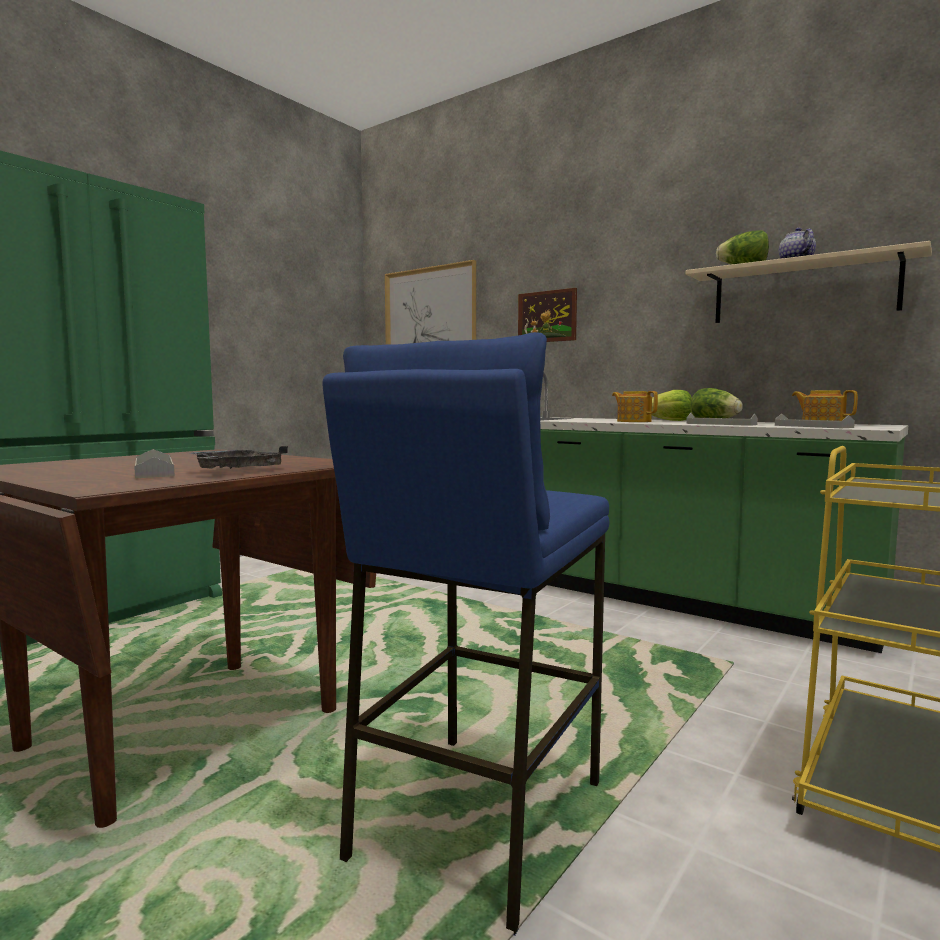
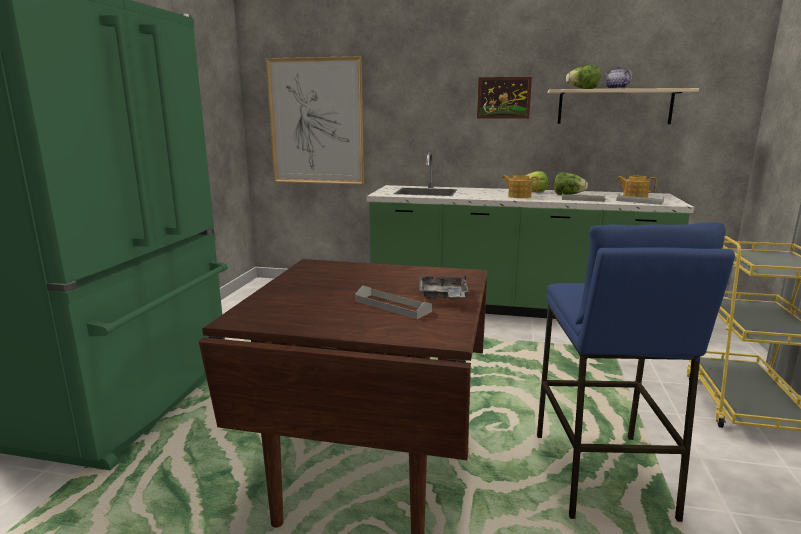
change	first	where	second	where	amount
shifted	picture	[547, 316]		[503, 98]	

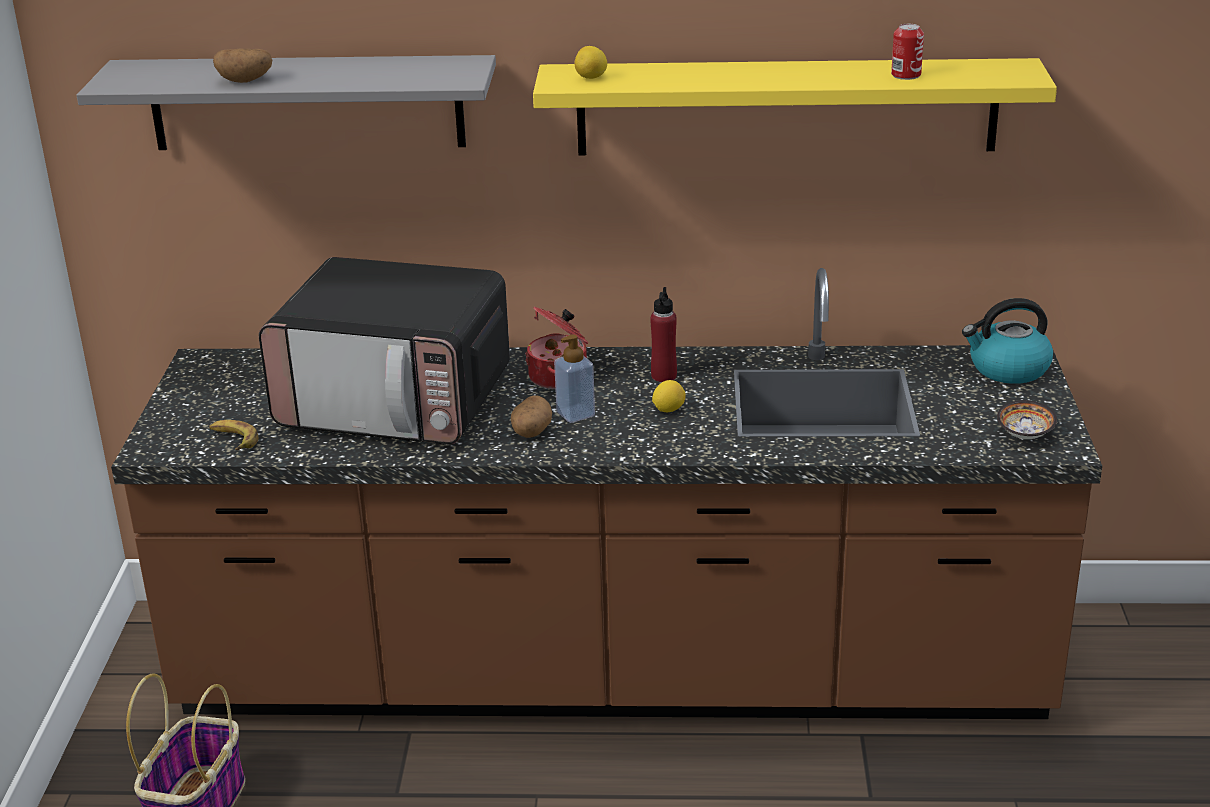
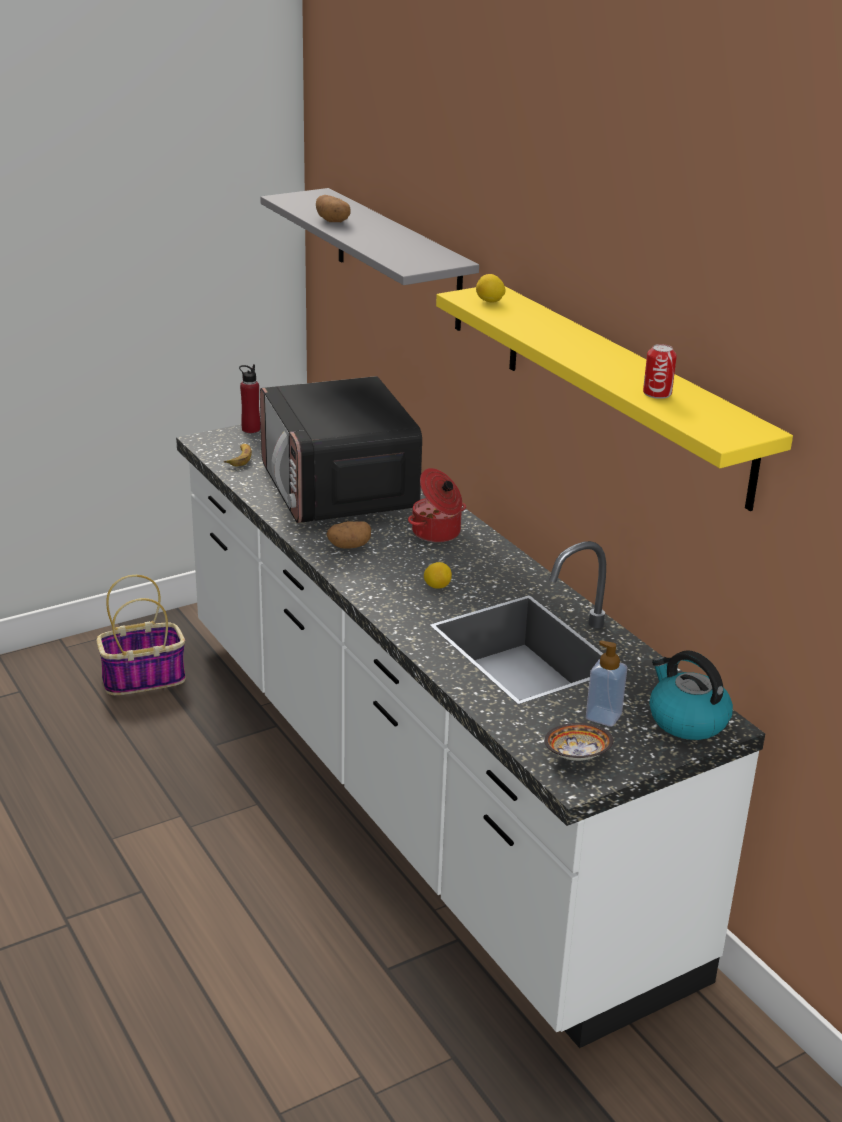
change	first	where	second	where	amount
repainted	brown counter	[612, 674]	white counter	[413, 787]	
shifted	red bottle	[663, 376]		[251, 429]	
shifted	soap dispenser	[575, 414]		[603, 716]	

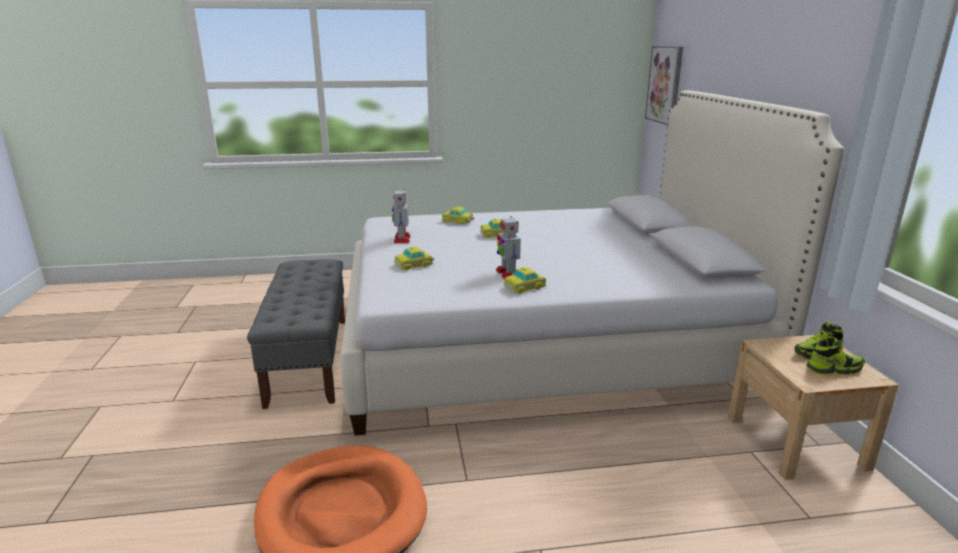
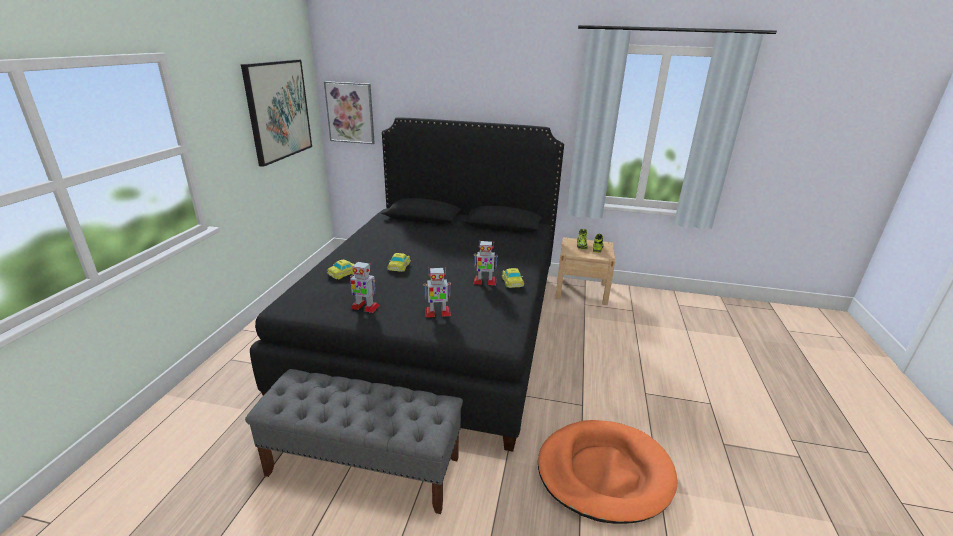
change	first	where	second	where	amount
repainted	white bed	[542, 342]	black bed	[436, 327]	
swapped	toy car	[414, 264]	toy robot	[437, 312]	
new			picture	[278, 110]	

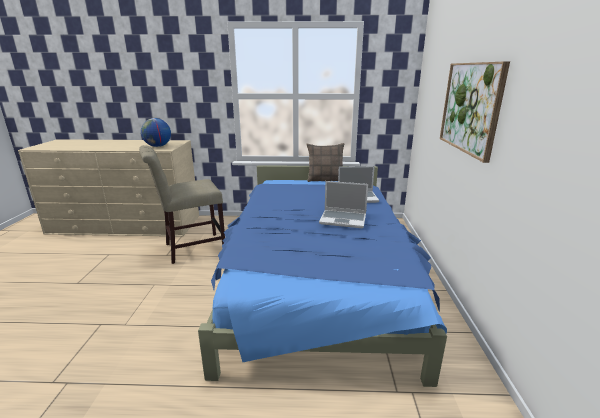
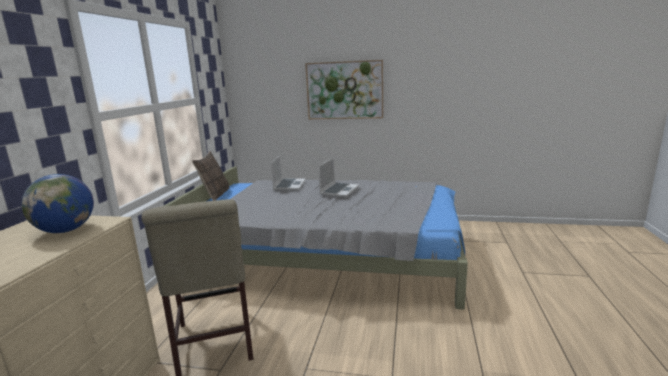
change	first	where	second	where	amount
repainted	blue bed	[317, 277]	grey bed	[328, 258]	

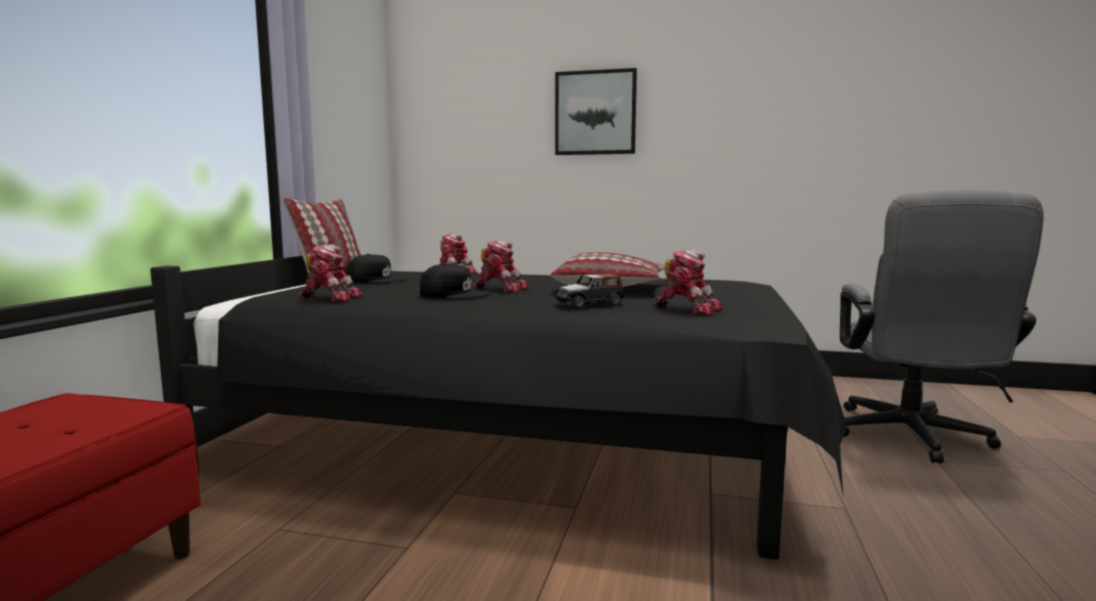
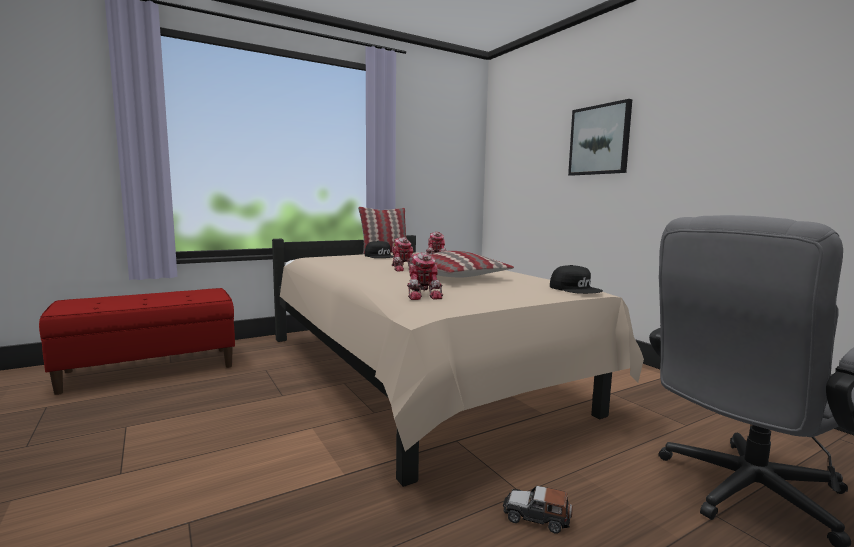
change	first	where	second	where	amount
gone	toy robot	[330, 297]			
repainted	black bed	[517, 448]	beige bed	[415, 375]	
shifted	black cap	[454, 294]		[575, 288]	
shifted	toy car	[589, 304]		[536, 517]	

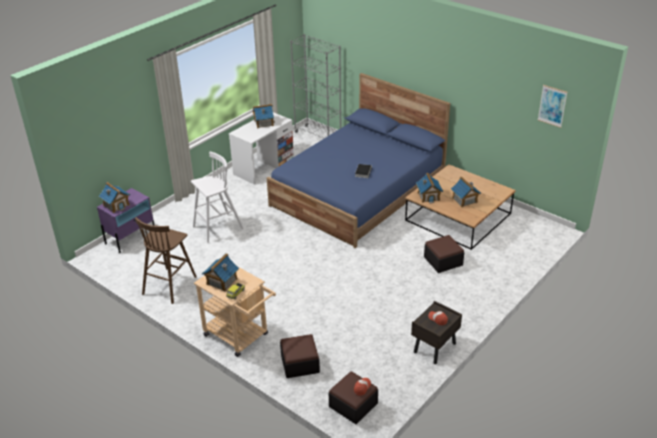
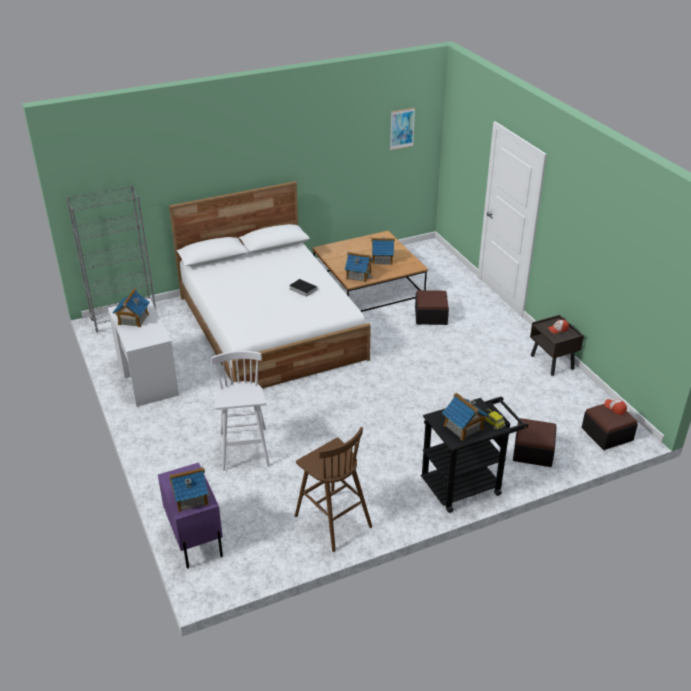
change	first	where	second	where	amount
repainted	blue bed	[358, 192]	white bed	[270, 327]	
repainted	beige cart	[240, 337]	black cart	[467, 484]	

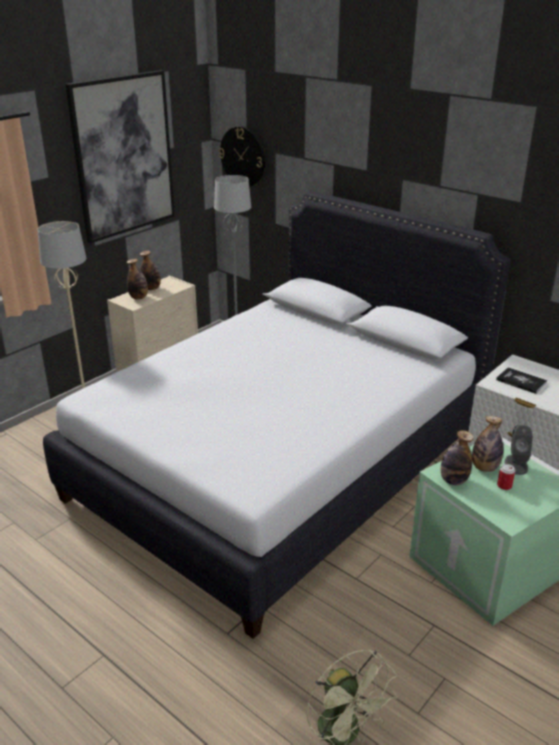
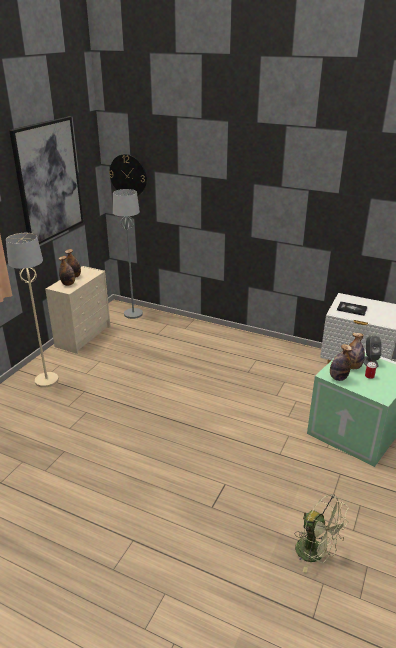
change	first	where	second	where	amount
gone	white bed	[279, 465]			

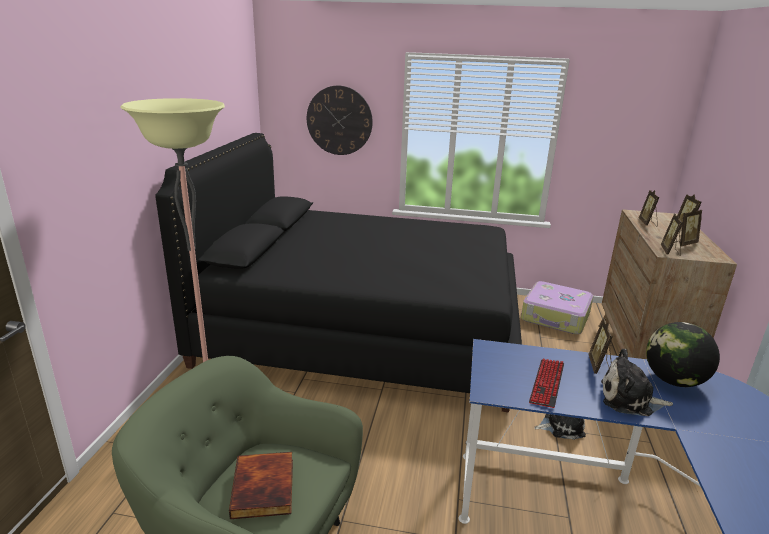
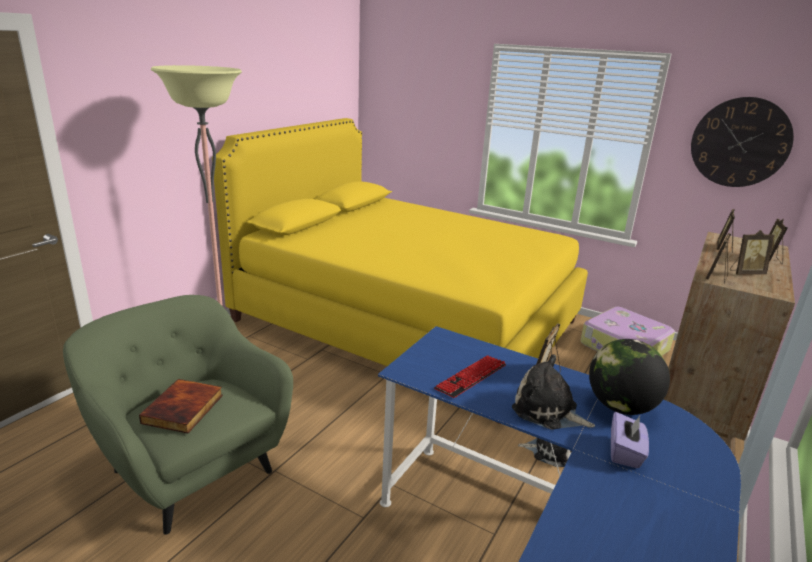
change	first	where	second	where	amount
shifted	wall clock	[339, 120]		[740, 142]	
repainted	black bed	[364, 330]	yellow bed	[407, 321]	
new			purple tissue box	[625, 452]	

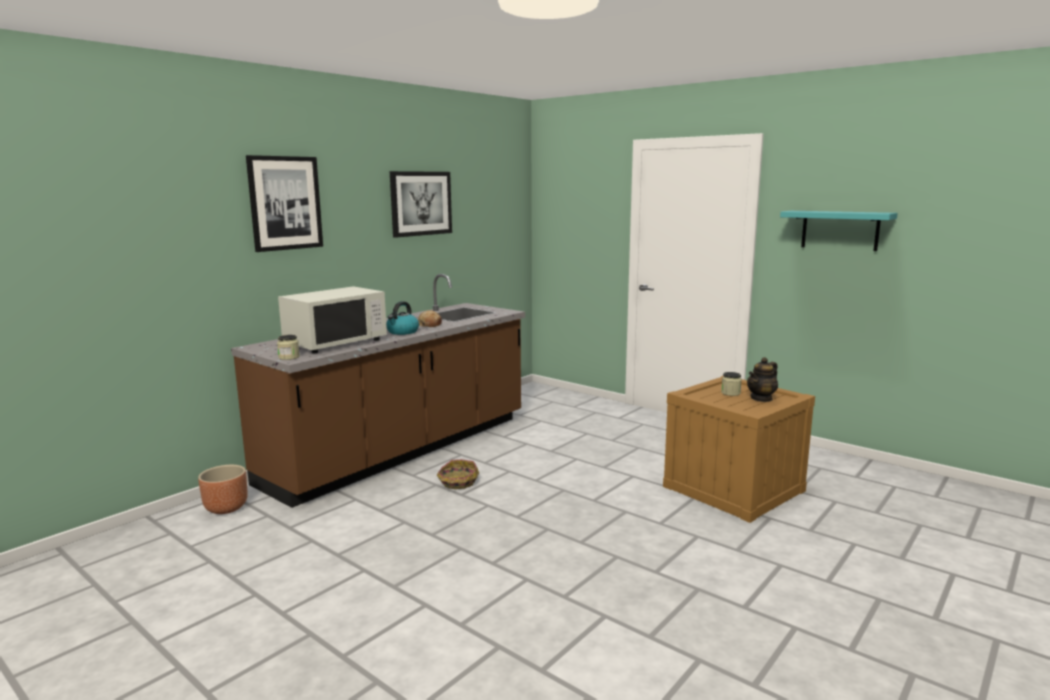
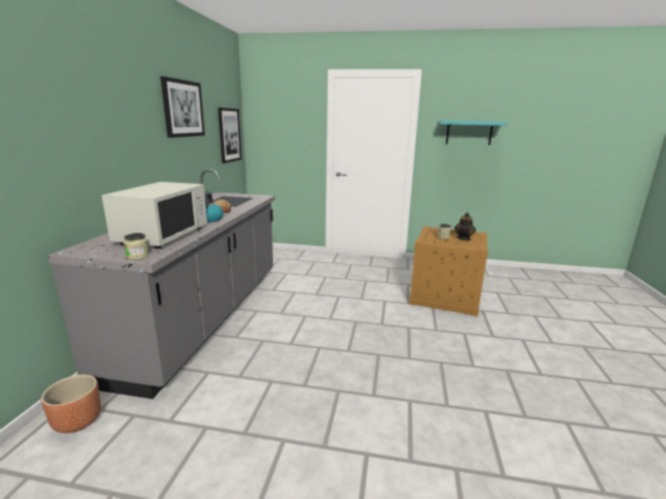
change	first	where	second	where	amount
shifted	picture	[285, 203]		[229, 135]	
repainted	brown counter	[401, 450]	grey counter	[205, 317]	
gone	basket	[458, 482]			

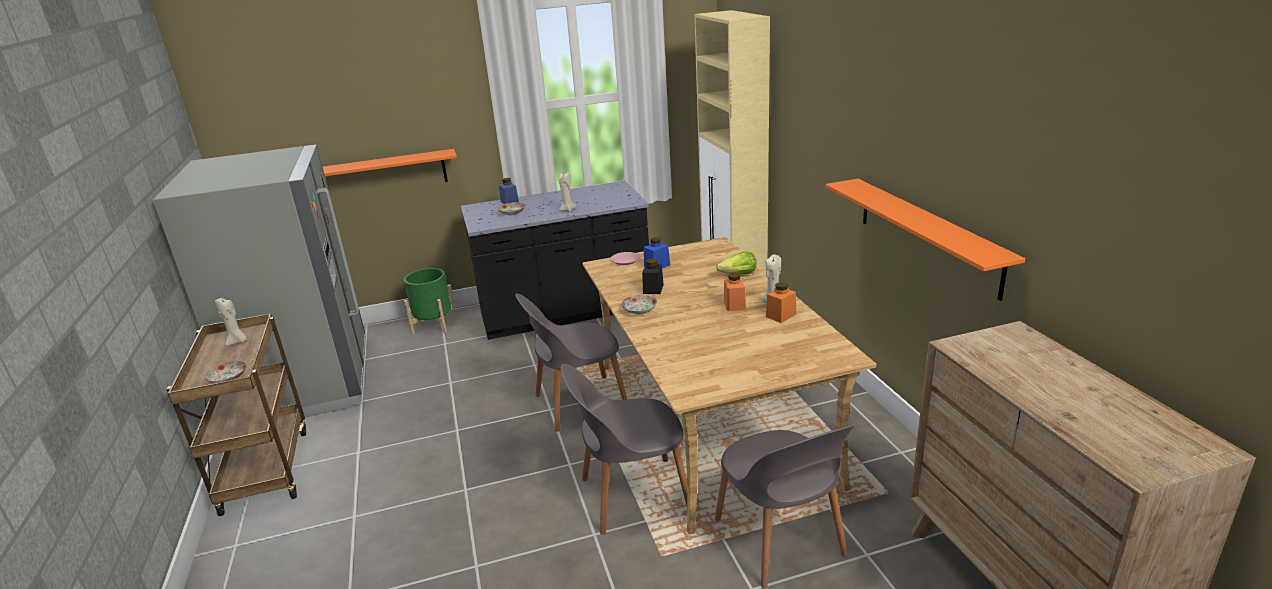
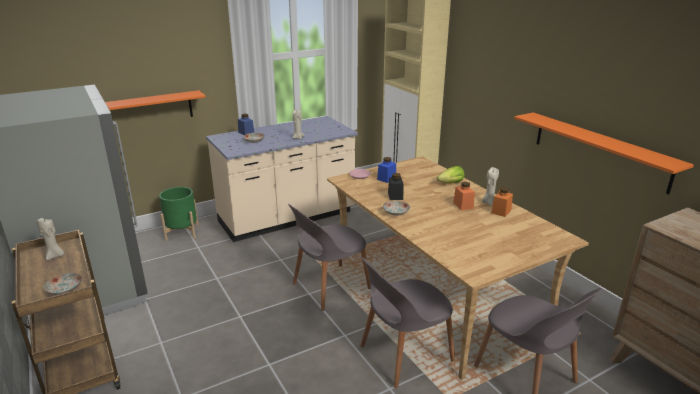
change	first	where	second	where	amount
repainted	black counter	[565, 313]	beige counter	[287, 218]	

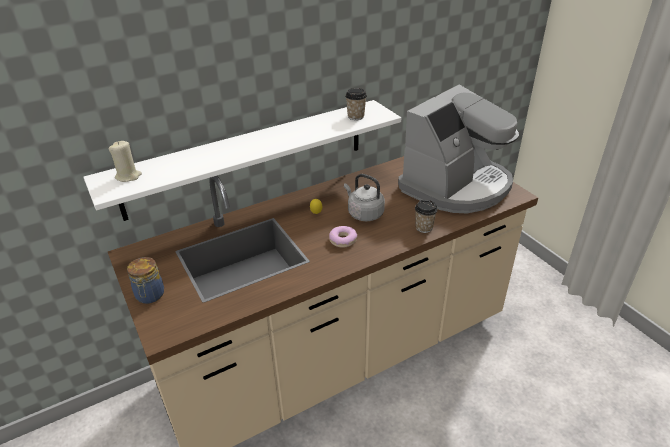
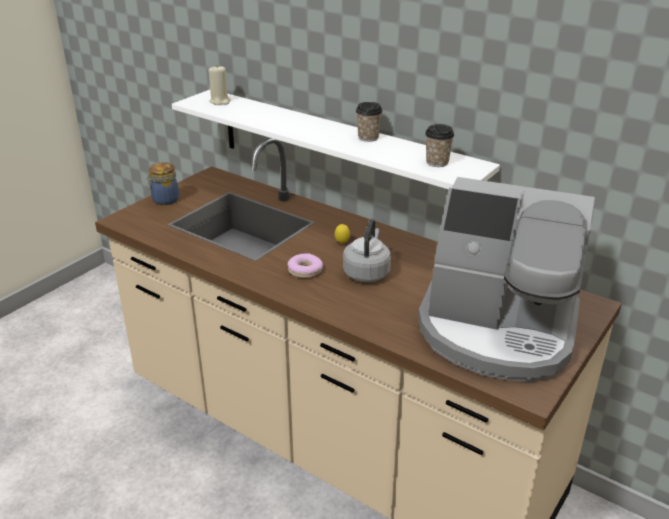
change	first	where	second	where	amount
shifted	cup	[424, 228]		[368, 138]	

